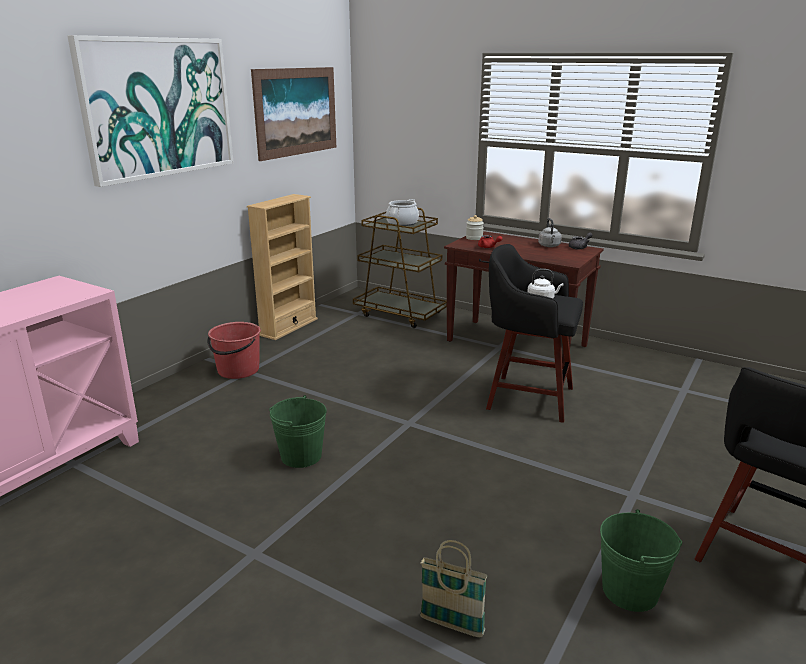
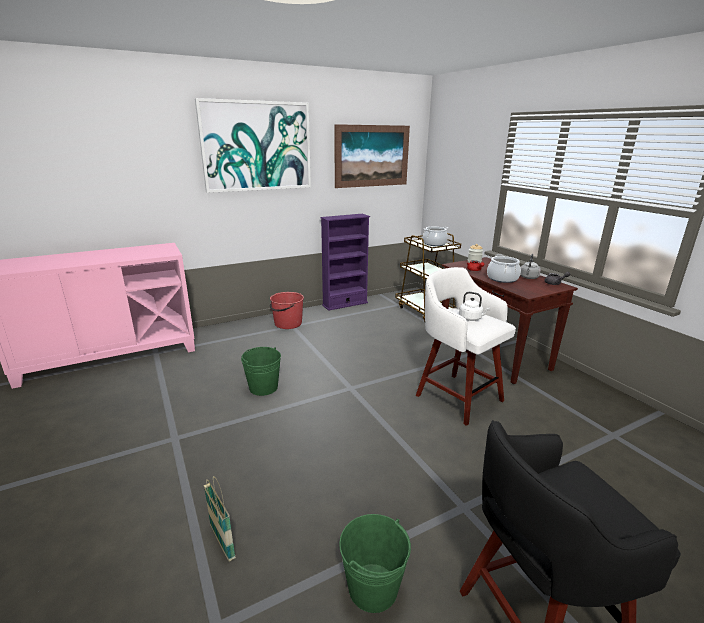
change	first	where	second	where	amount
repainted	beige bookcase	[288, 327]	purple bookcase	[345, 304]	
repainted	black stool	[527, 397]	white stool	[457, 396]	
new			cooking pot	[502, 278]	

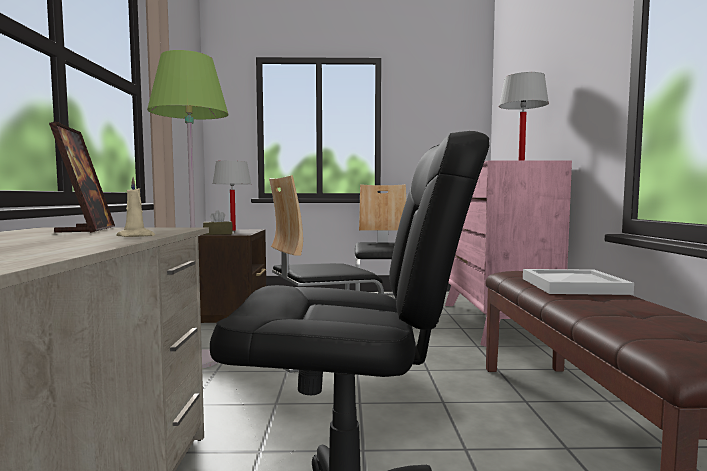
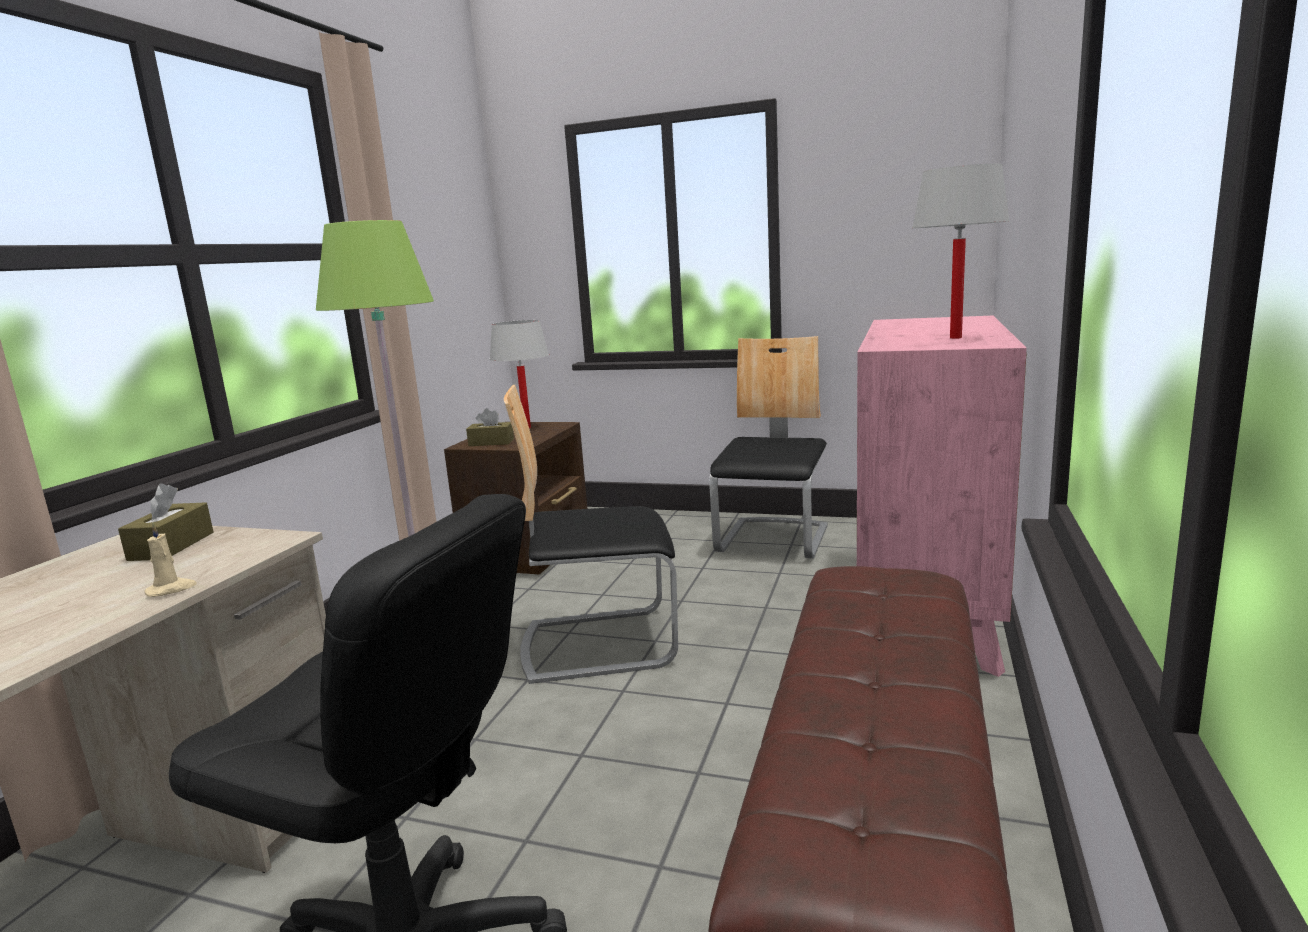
change	first	where	second	where	amount
swapped	picture frame	[86, 230]	brown tissue box	[171, 546]	
gone	white tray	[575, 286]			

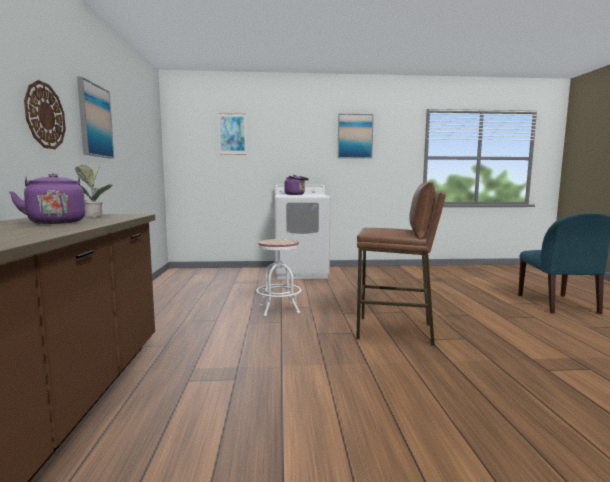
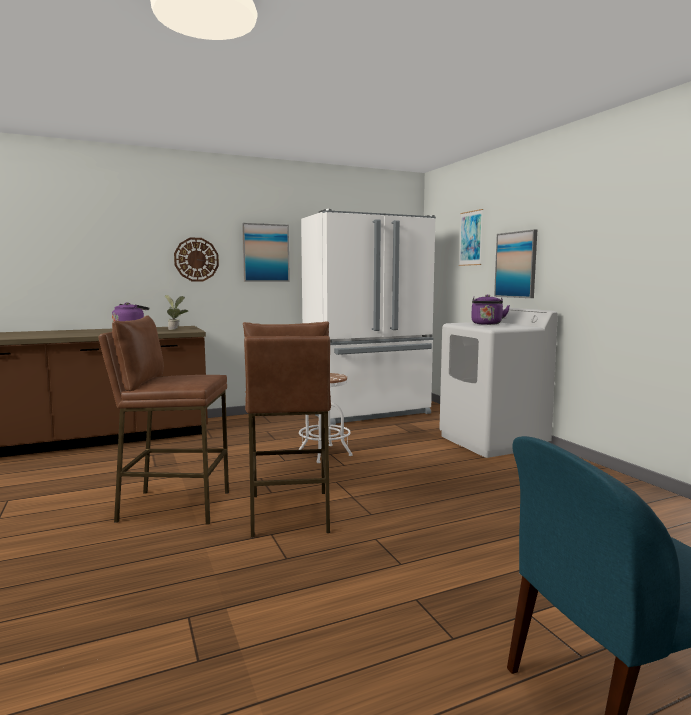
change	first	where	second	where	amount
shifted	picture	[355, 136]		[516, 265]	
new			white fridge	[368, 412]	
new			brown stool	[174, 506]	

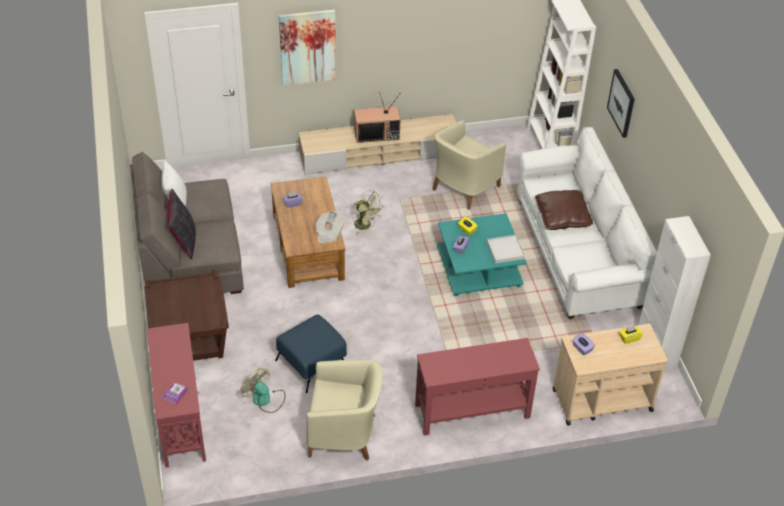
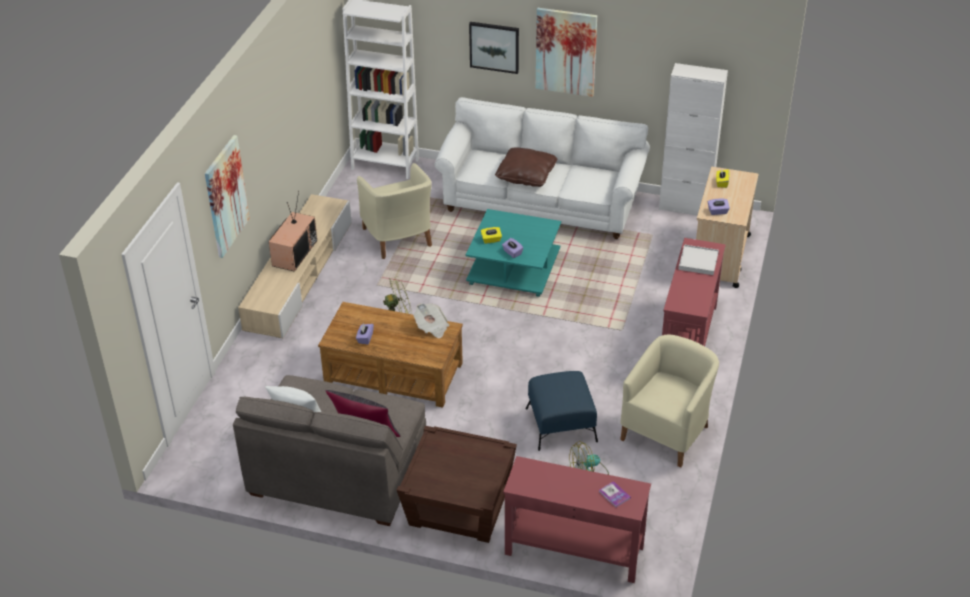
change	first	where	second	where	amount
shifted	white tray	[505, 250]		[698, 261]	
new			picture	[566, 52]	

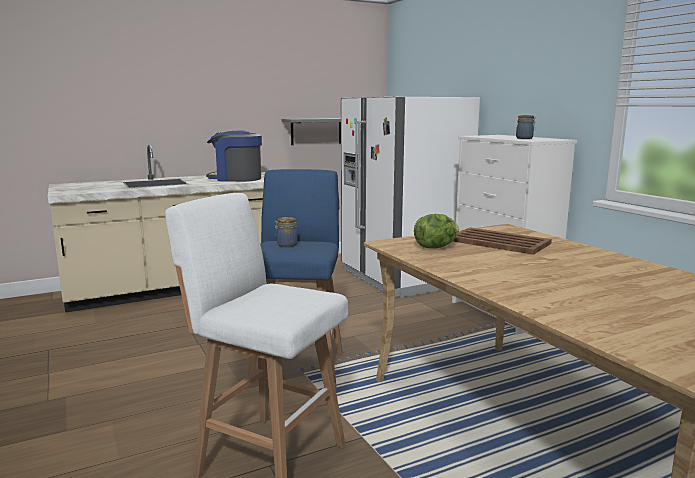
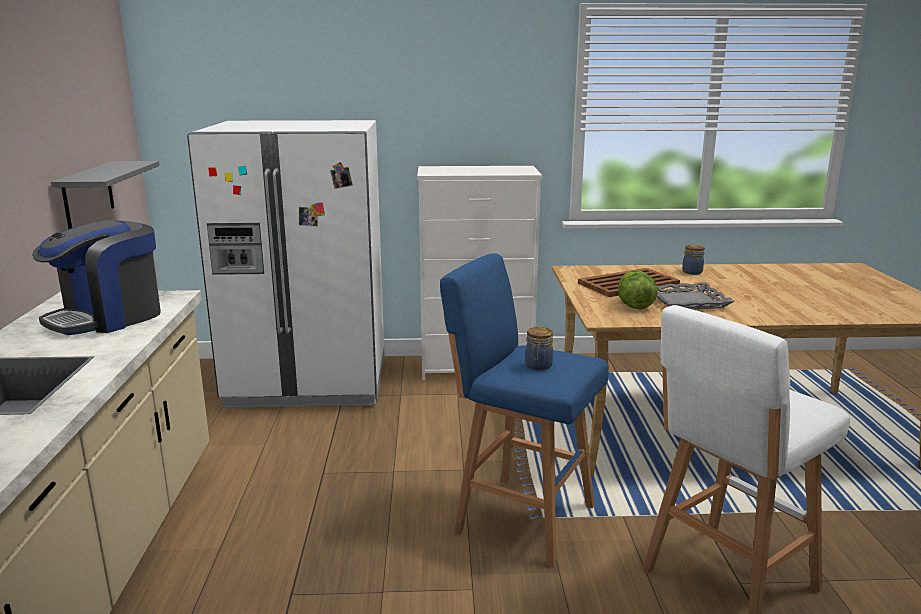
change	first	where	second	where	amount
shifted	jar	[525, 138]		[692, 272]	
new			grey tray	[687, 301]	

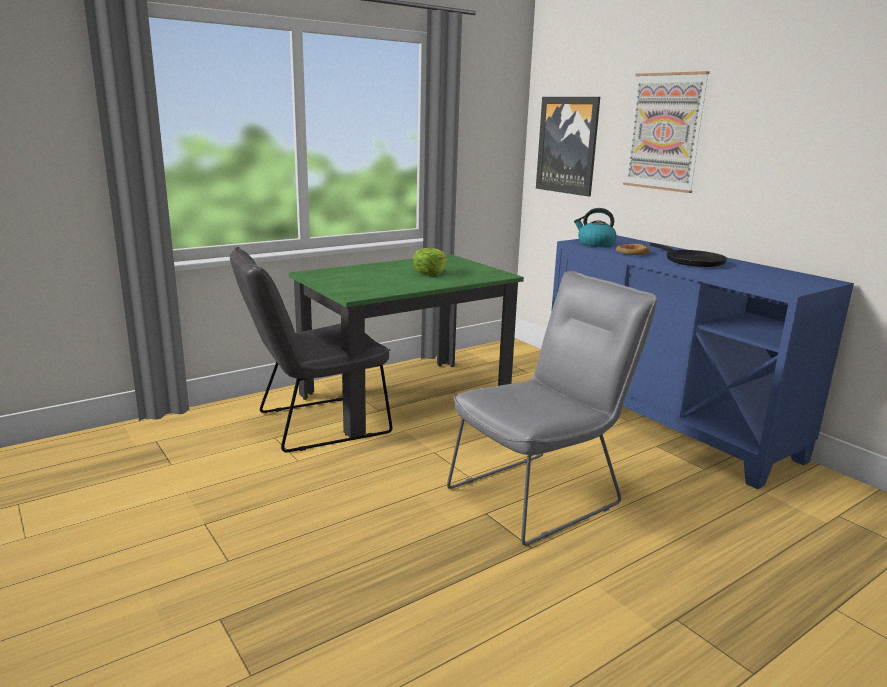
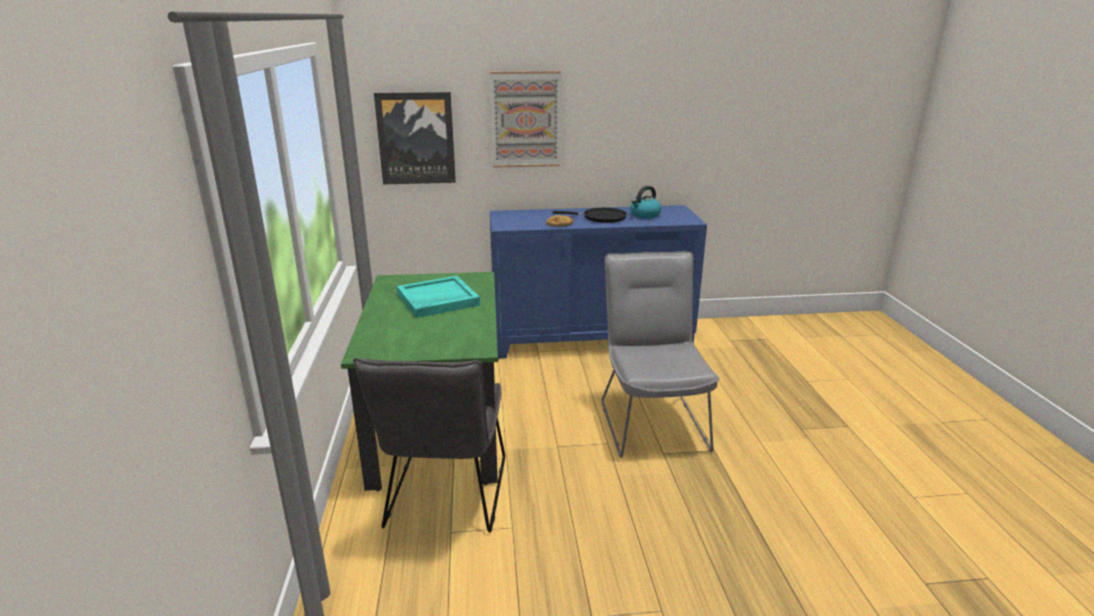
change	first	where	second	where	amount
shifted	kettle	[595, 244]		[644, 215]	
swapped	lettuce	[430, 273]	turquoise tray	[437, 300]	

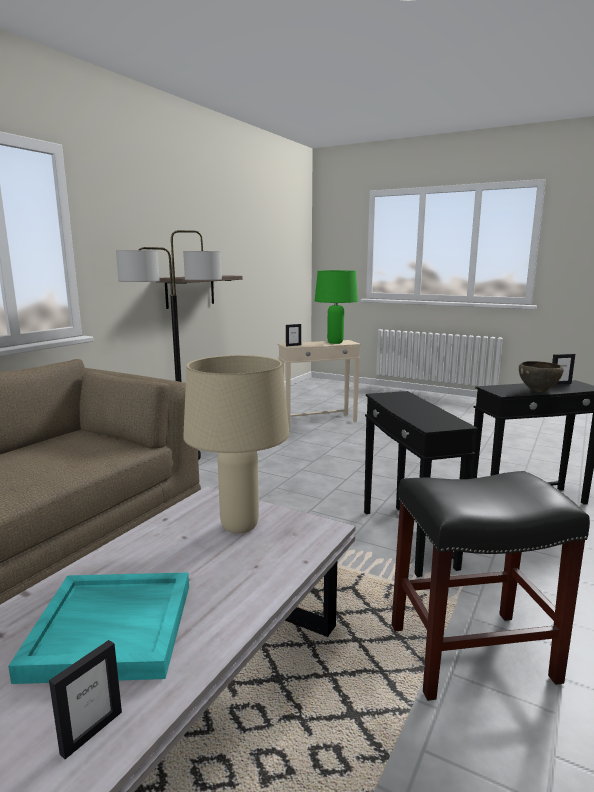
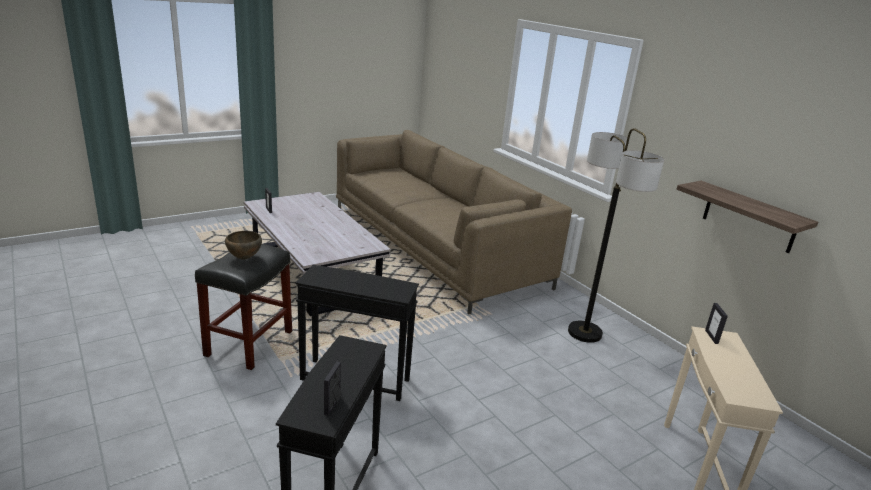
change	first	where	second	where	amount
gone	green table lamp	[335, 342]			
gone	beige table lamp	[240, 526]			
shifted	brown bowl	[538, 391]		[244, 258]	
gone	turquoise tray	[113, 628]			

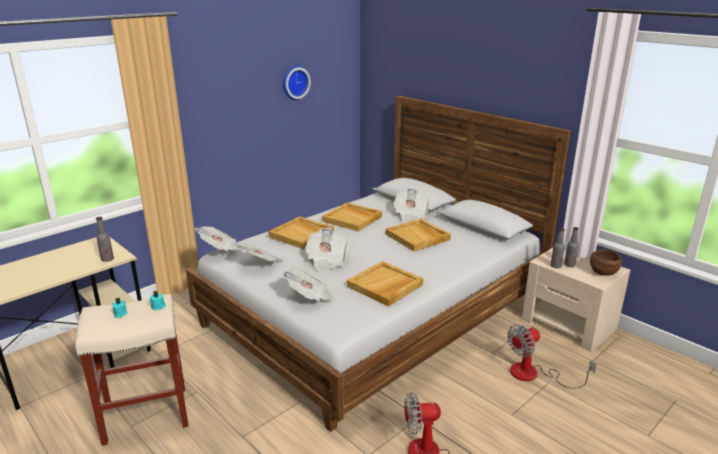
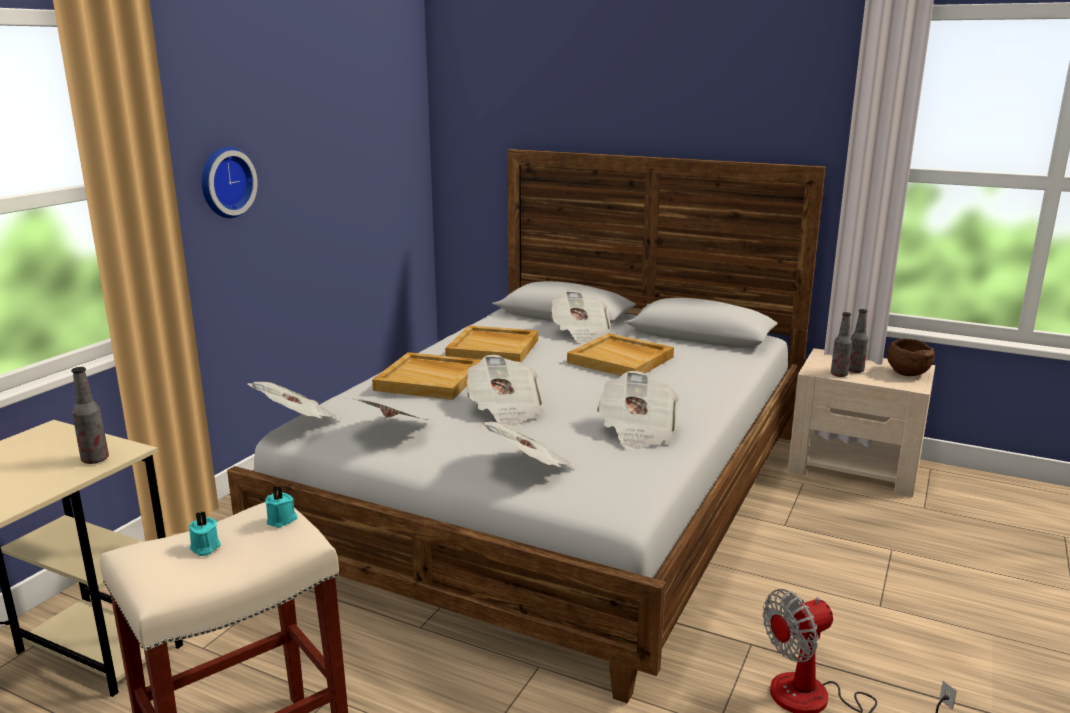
change	first	where	second	where	amount
shifted	wall clock	[294, 82]		[224, 182]	
swapped	beige tray	[385, 286]	newspaper	[637, 432]	
gone	fan	[534, 374]			

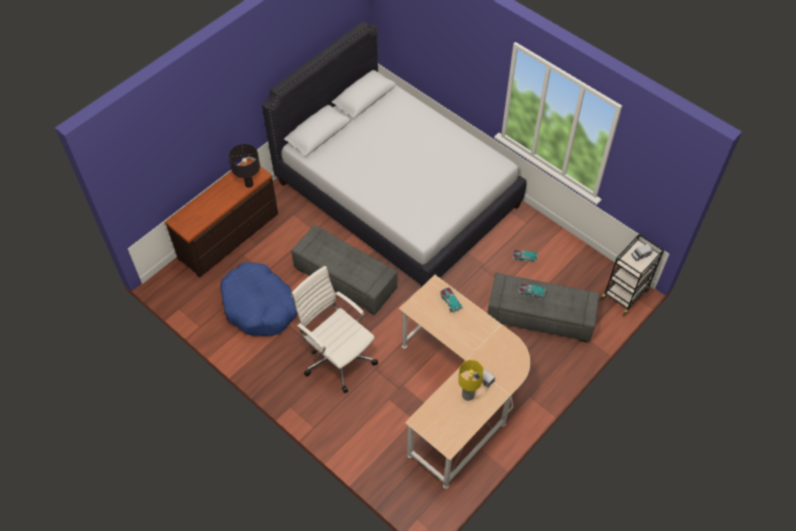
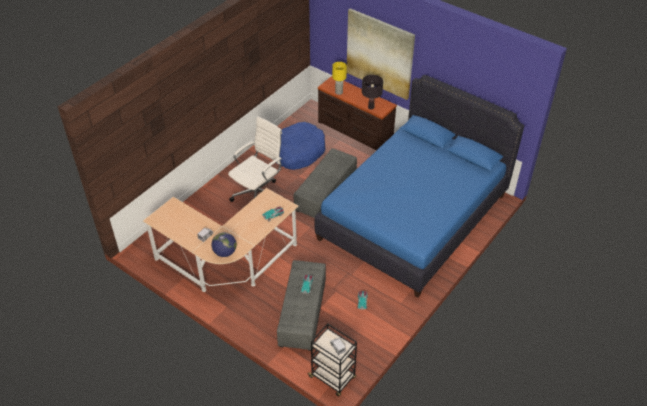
change	first	where	second	where	amount
repainted	white bed	[397, 194]	blue bed	[412, 216]	
shifted	yellow table lamp	[467, 395]		[339, 92]	
new			picture	[379, 53]	
new			globe	[225, 252]	

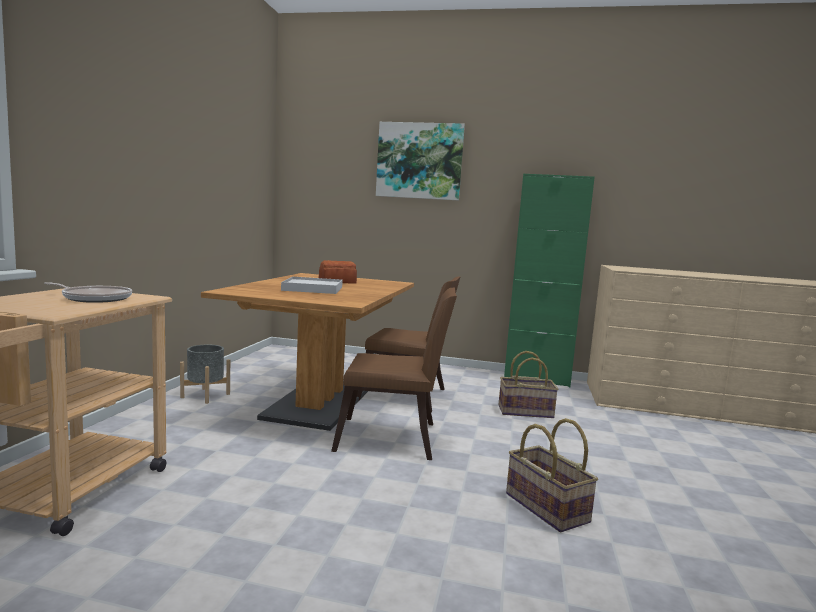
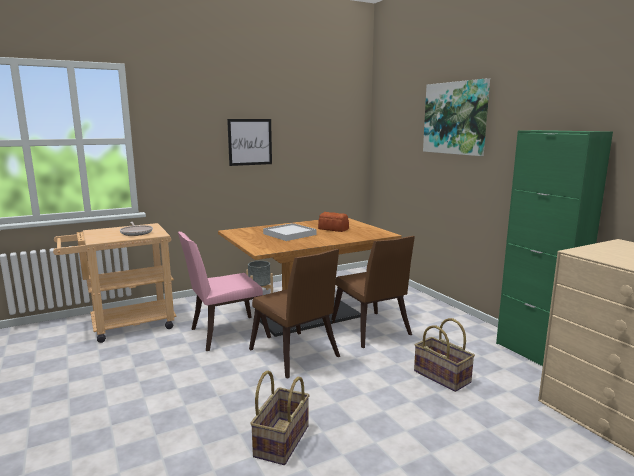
change	first	where	second	where	amount
new			picture	[250, 142]	
new			pink chair	[224, 334]	

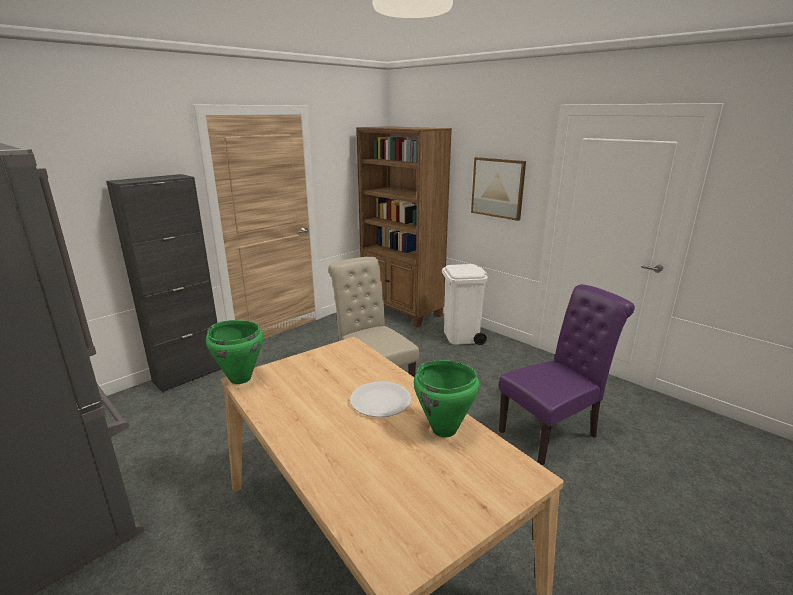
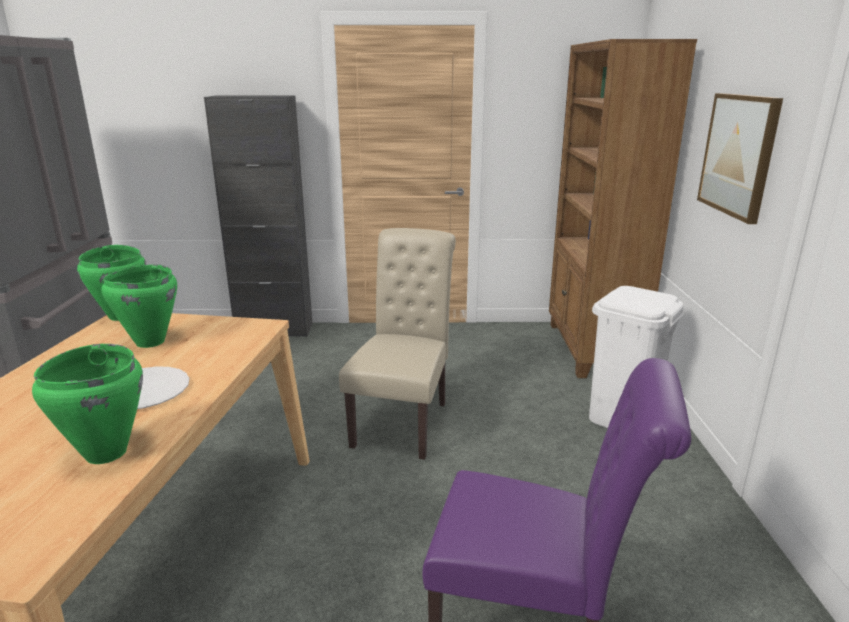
change	first	where	second	where	amount
new			green cooking pot	[149, 342]	

